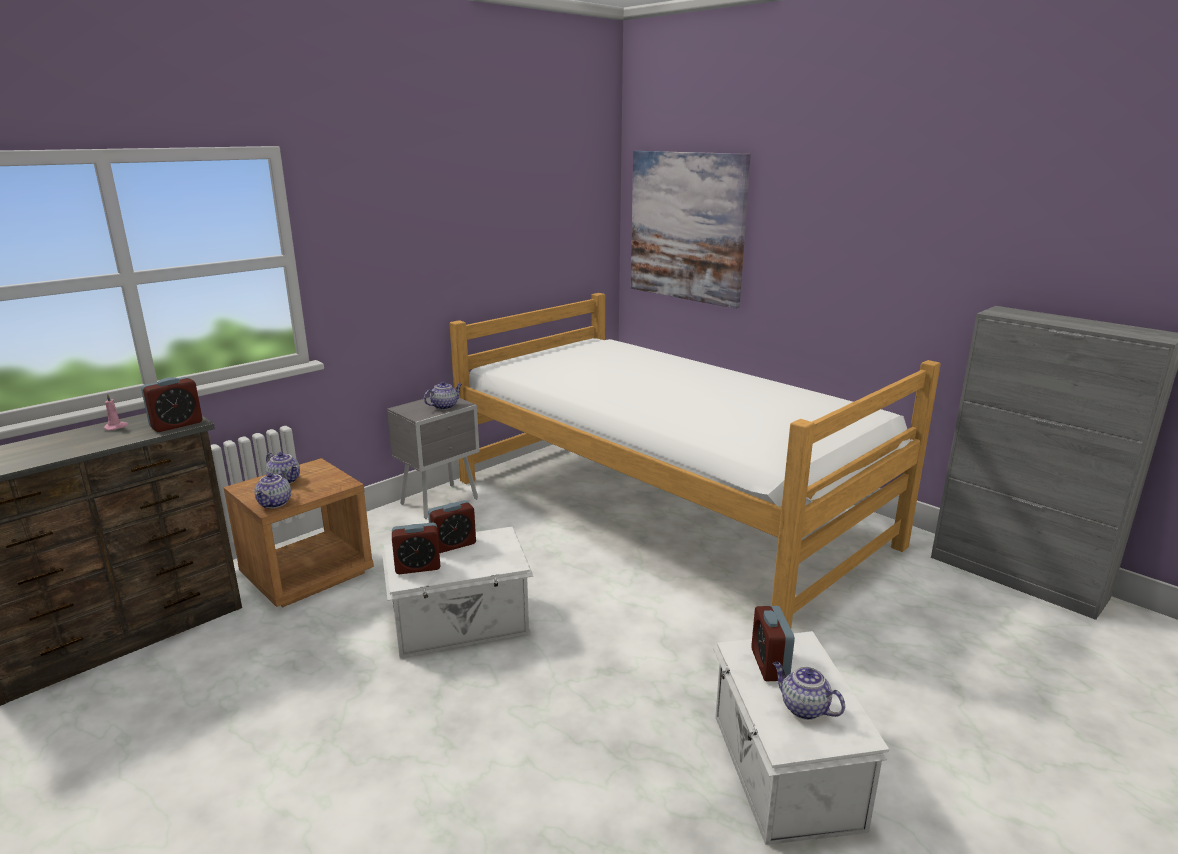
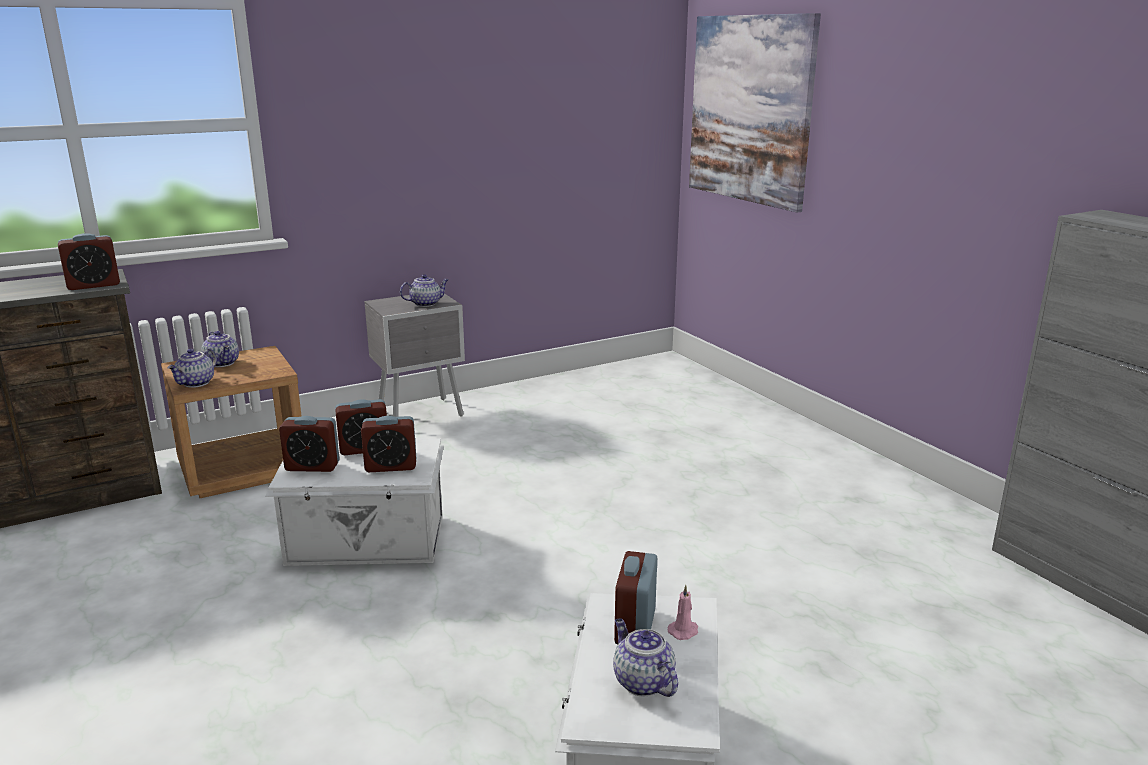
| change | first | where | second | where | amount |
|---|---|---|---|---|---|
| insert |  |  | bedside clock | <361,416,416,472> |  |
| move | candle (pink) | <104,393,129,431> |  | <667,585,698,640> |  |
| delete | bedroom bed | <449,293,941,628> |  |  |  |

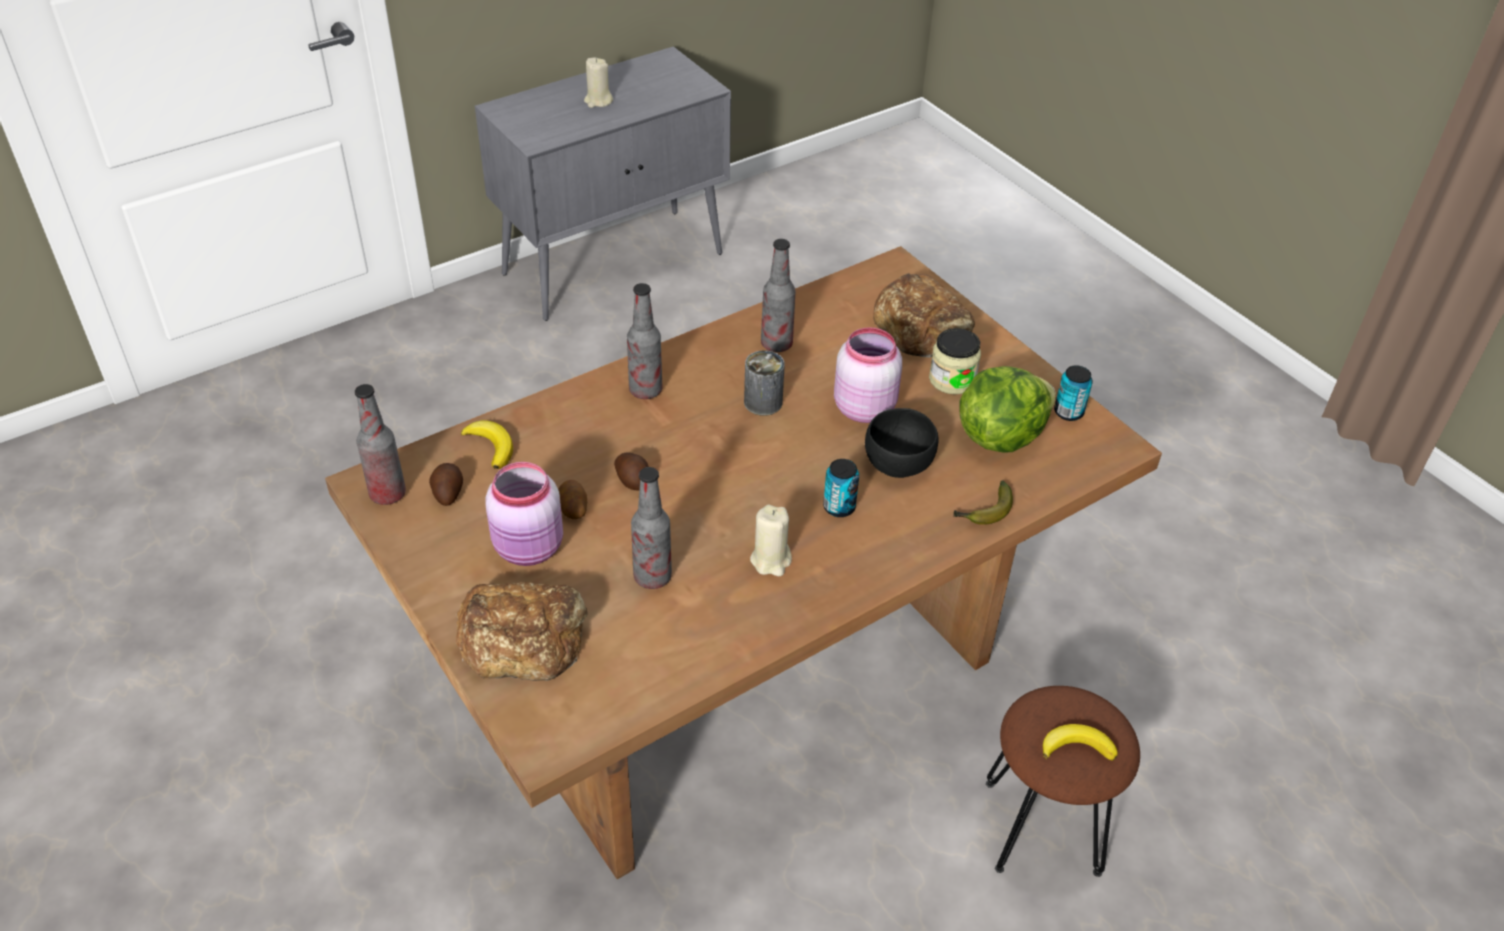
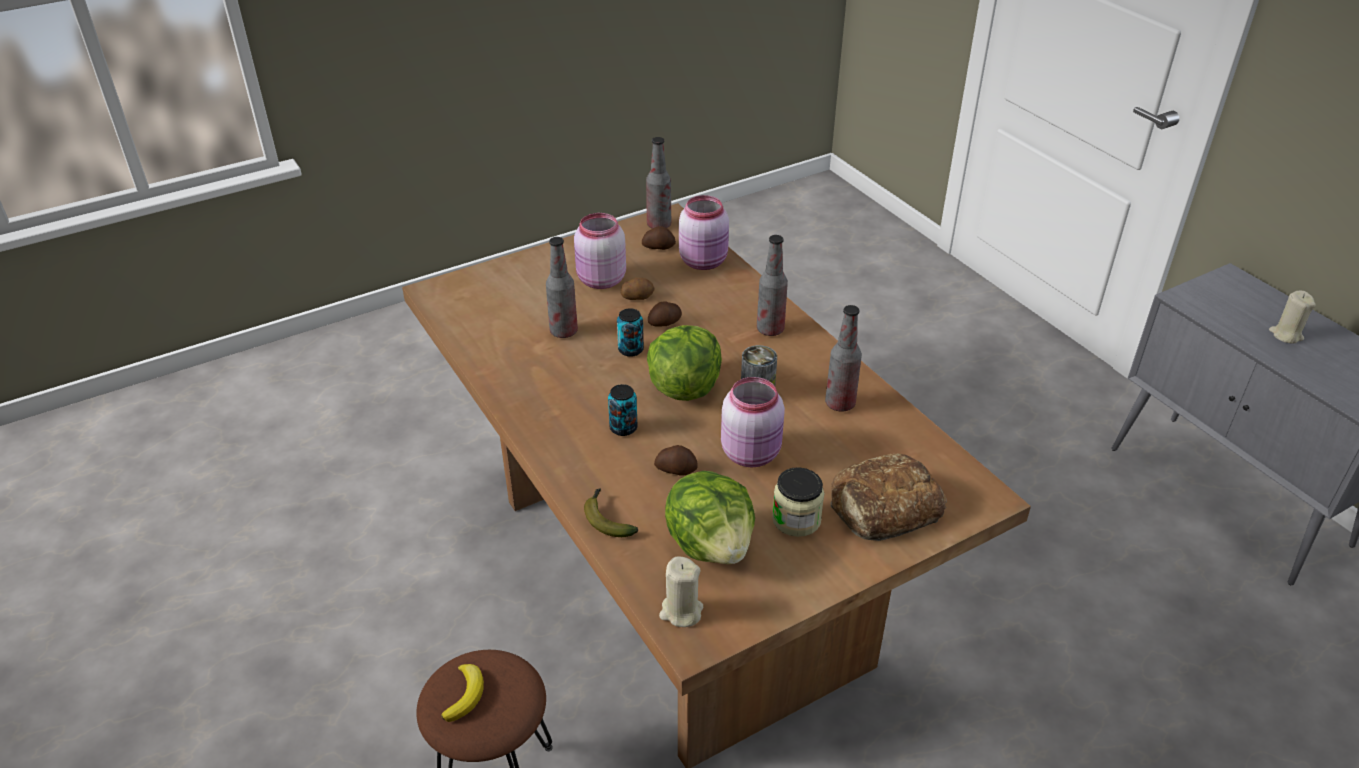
| change | first | where | second | where | amount |
|---|---|---|---|---|---|
| move | sealed can | <1054,365,1093,421> |  | <617,308,644,357> |  |
| insert |  |  | head of lettuce | <647,325,722,401> |  |
| replace | deep dish (black-coloured) | <865,408,938,478> | whole potato | <654,445,698,476> |  |
| move | candle (sand-coloured) | <750,505,792,576> |  | <659,556,703,627> |  |
| replace | banana fruit | <461,420,513,469> | jar (pink) | <679,195,729,270> |  |
| delete | bakery bread | <456,582,588,681> |  |  |  |

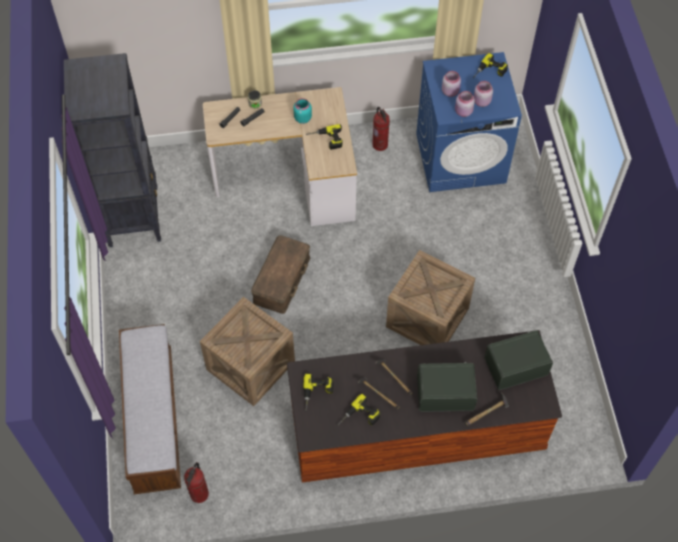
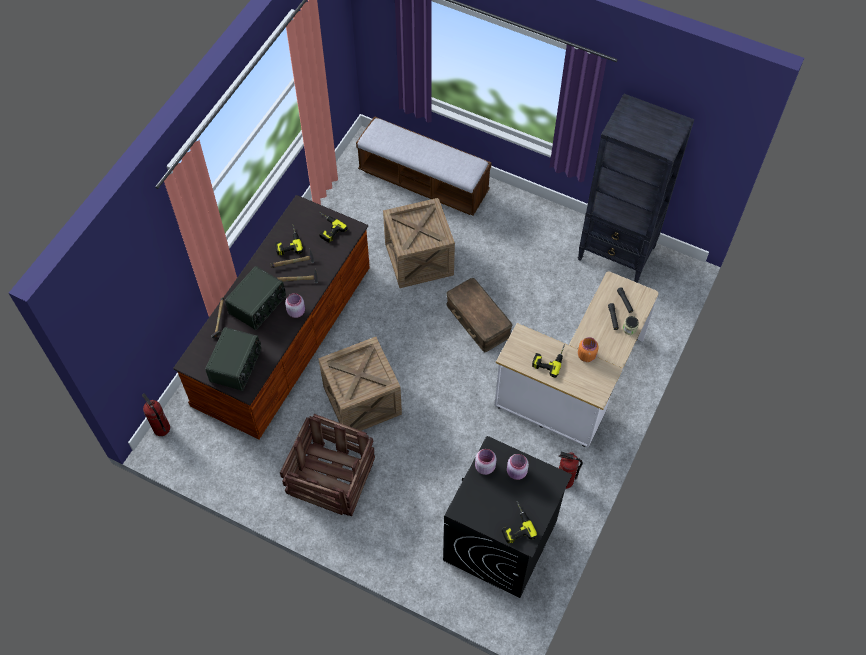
| change | first | where | second | where | amount |
|---|---|---|---|---|---|
| move | extinguisher | <184,462,209,503> |  | <142,393,170,436> |  |
| insert |  |  | shipping crate | <280,414,375,516> |  |
| move | jar (pink) | <474,81,493,107> |  | <285,293,305,318> |  |
| recolor | laundry machine (bluish) | <416,52,522,192> | laundry machine (black-coloured) | <443,436,572,598> |  |
| recolor | jar (turquoise-coloured) | <293,98,312,124> | jar (orangey) | <578,337,599,362> |  |

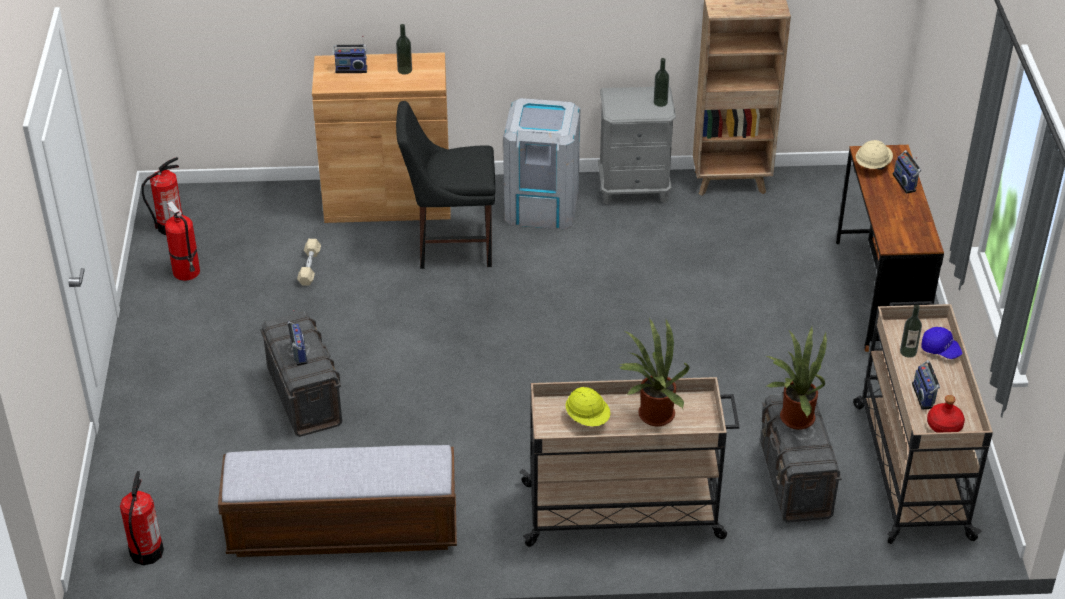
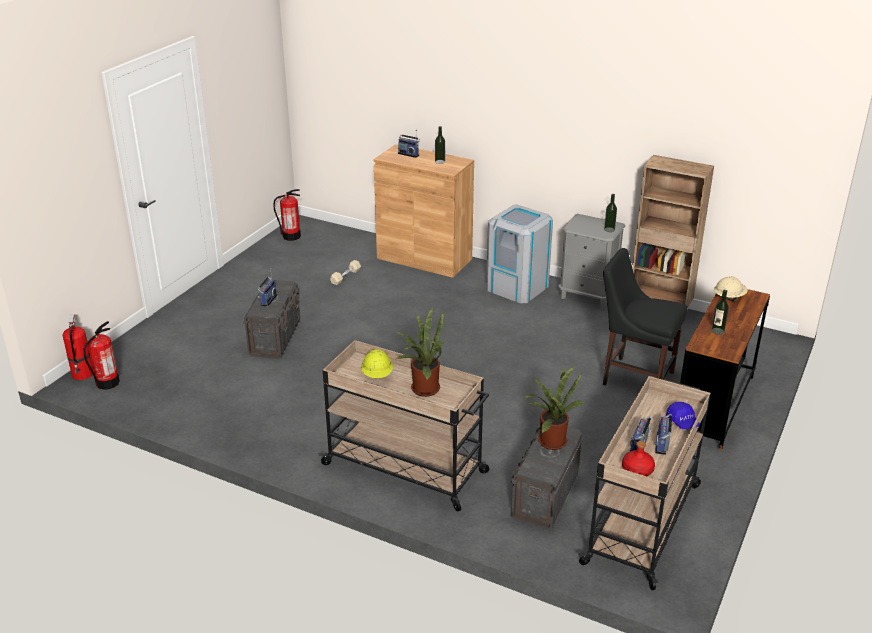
| change | first | where | second | where | amount |
|---|---|---|---|---|---|
| move | extinguisher | <165,201,200,281> |  | <62,314,94,380> |  |
| move | chair (black-coloured) | <396,101,496,269> |  | <603,248,688,386> |  |
| move | radio set | <893,150,921,194> |  | <655,413,673,455> |  |
| move | beverage bottle | <900,305,922,358> |  | <712,290,729,335> |  |
| delete | long seat | <218,445,457,557> |  |  |  |

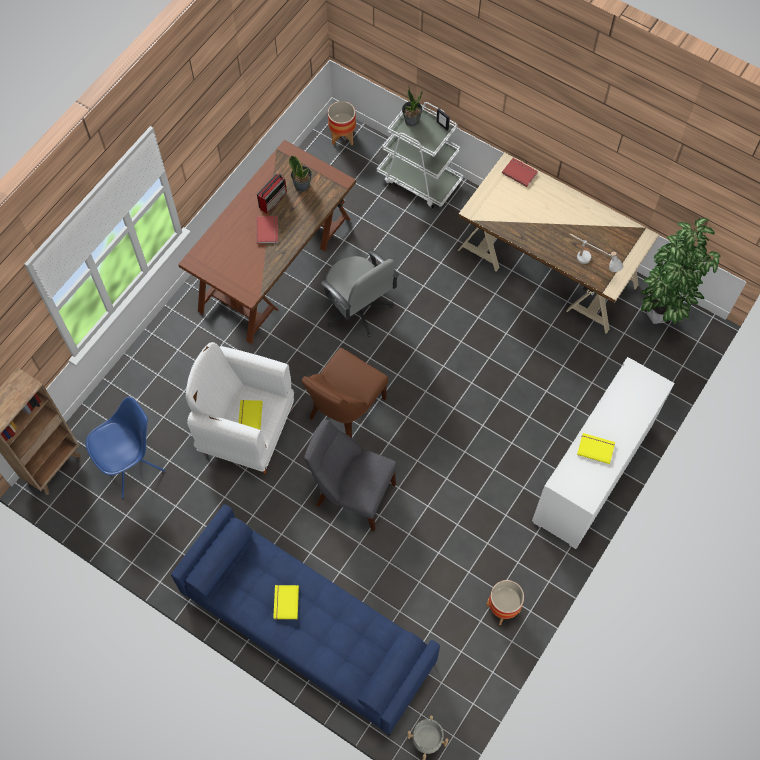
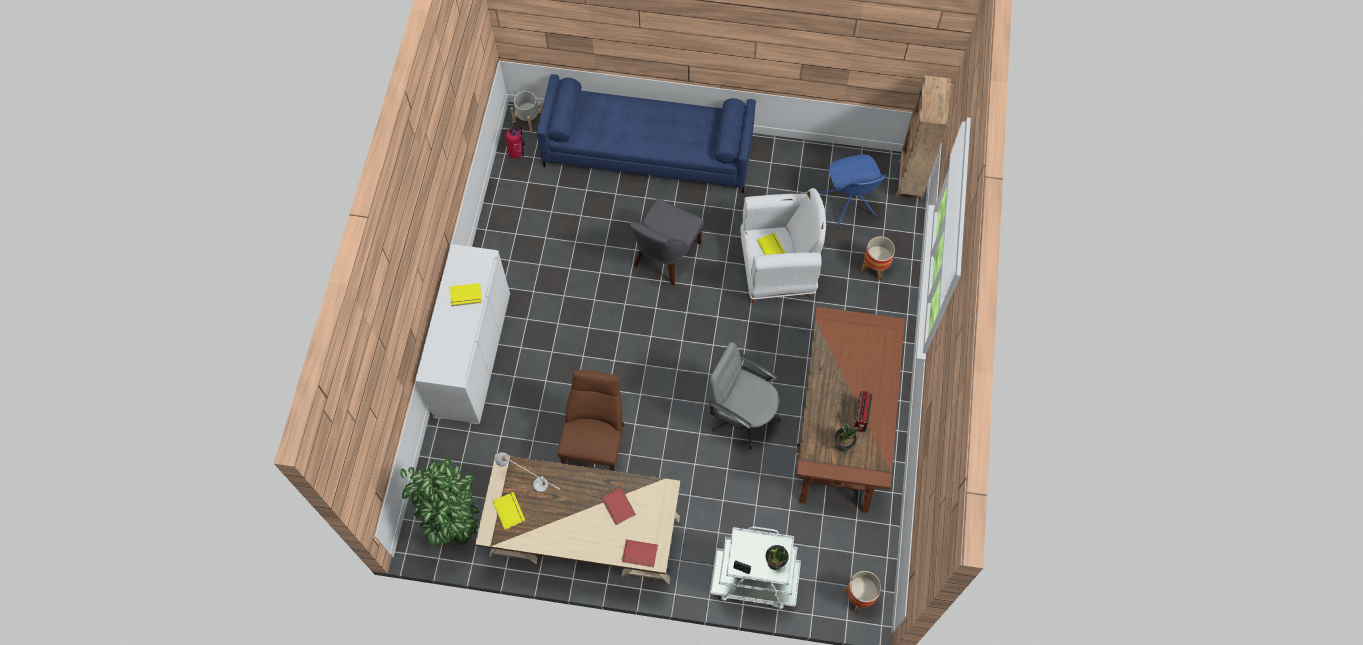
| change | first | where | second | where | amount |
|---|---|---|---|---|---|
| move | volume (yellowish) | <273,585,299,619> |  | <493,492,525,530> |  |
| insert |  |  | extinguisher | <506,123,525,158> |  |
| move | chair (brown) | <302,348,388,438> |  | <558,370,625,471> |  |
| move | volume (red-coloured) | <256,216,278,244> |  | <601,487,636,525> |  |
| rotate | chair (grey) | <304,419,397,531> |  | <630,198,704,286> | 120 degrees clockwise |
| rotate | chair (bluish) | <85,397,165,498> |  | <823,155,886,228> | 45 degrees counterclockwise |
| move | plant pot | <486,580,524,625> |  | <862,236,895,280> |  |

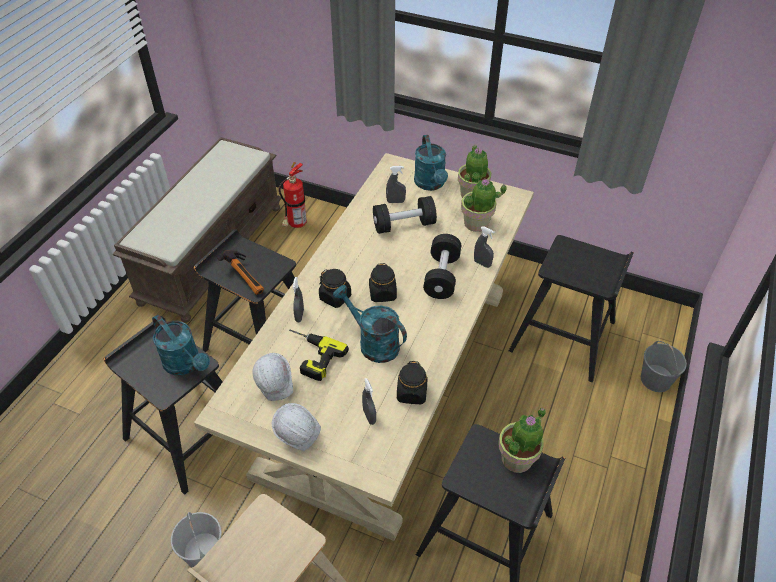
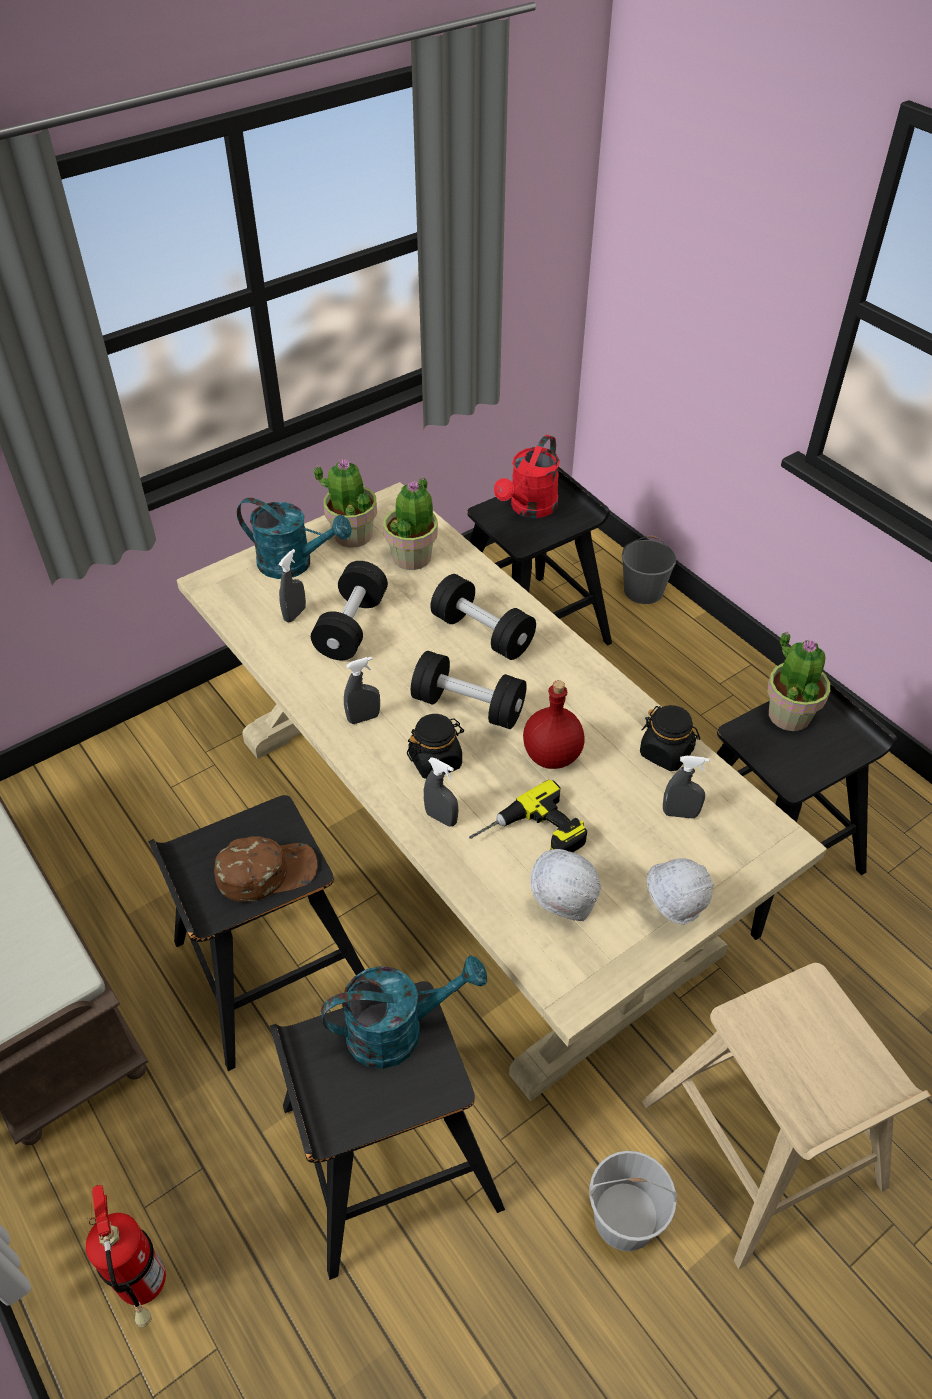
| change | first | where | second | where | amount |
|---|---|---|---|---|---|
| move | extinguisher | <279,162,307,228> |  | <86,1185,166,1327> |  |
| replace | hand hammer | <216,250,264,295> | baseball cap (brown) | <214,836,318,902> |  |
| move | hand sprayer (grey) | <474,226,495,268> |  | <344,657,380,724> |  |
| replace | jar (black-coloured) | <369,263,397,302> | dumbbell (black-coloured) | <411,651,527,729> |  |
| insert |  |  | watering can (red-coloured) | <494,435,560,518> |  |
| replace | watering can (turquoise-coloured) | <333,285,407,363> | beverage bottle (red-coloured) | <523,680,585,769> |  |

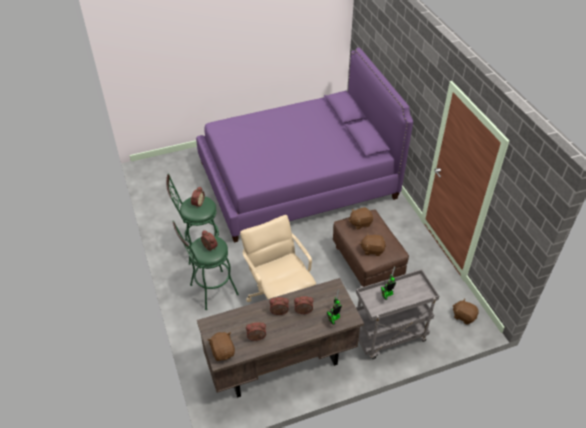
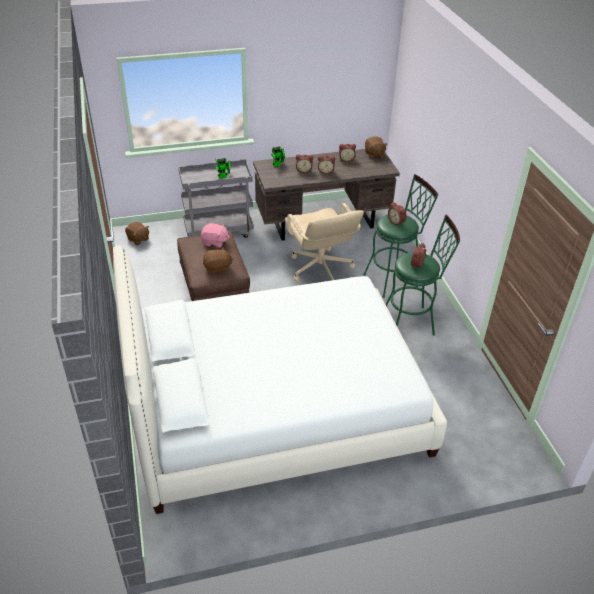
| change | first | where | second | where | amount |
|---|---|---|---|---|---|
| recolor | bedroom bed (purplish) | <196,48,413,242> | bedroom bed (white-coloured) | <113,245,447,514> |  |
| recolor | plush toy (brown) | <360,233,386,256> | plush toy (pink) | <201,223,230,248> |  |

